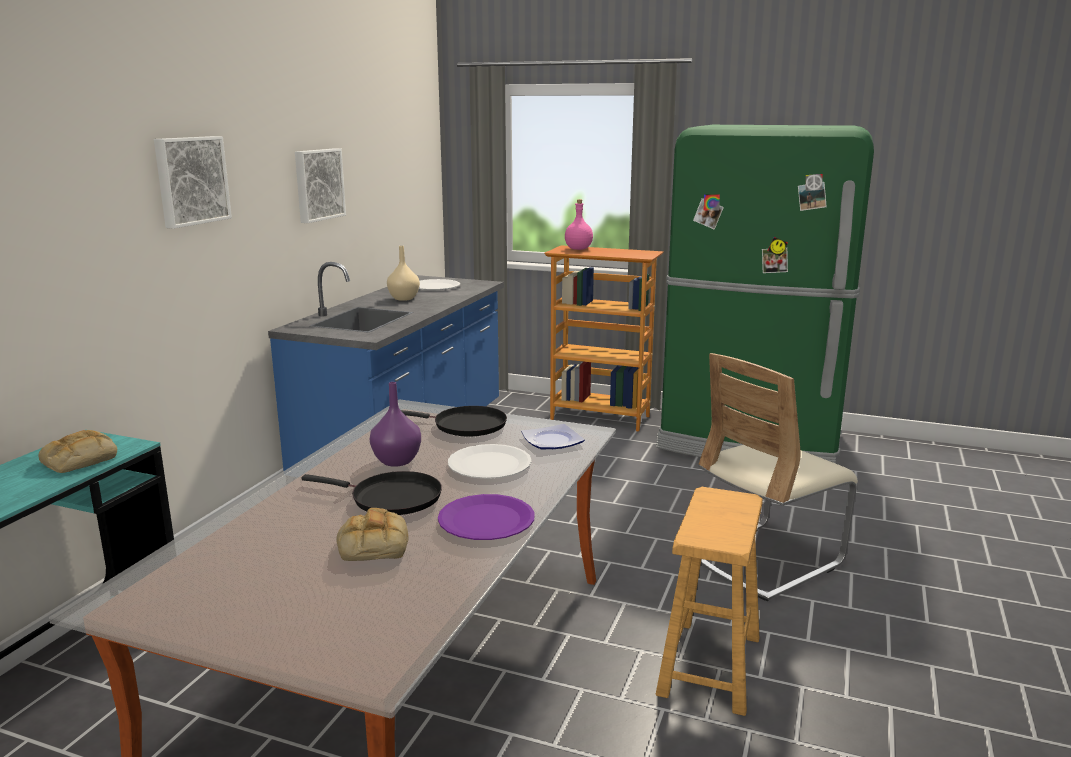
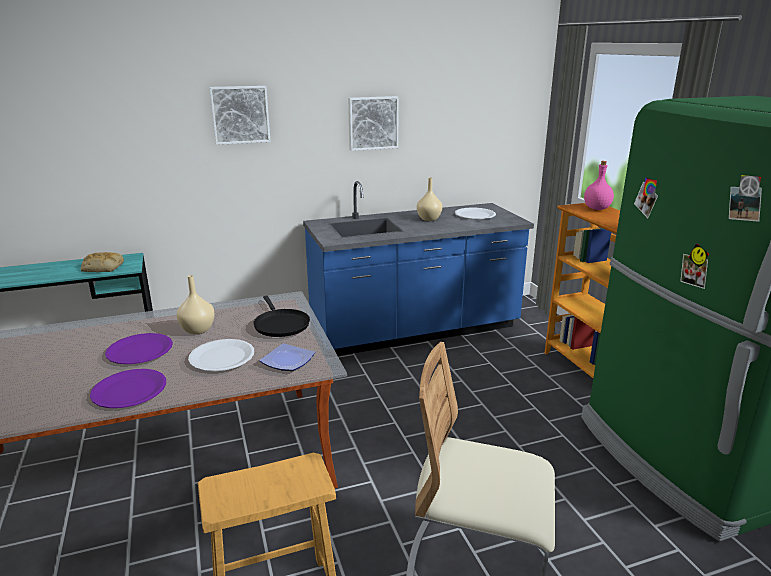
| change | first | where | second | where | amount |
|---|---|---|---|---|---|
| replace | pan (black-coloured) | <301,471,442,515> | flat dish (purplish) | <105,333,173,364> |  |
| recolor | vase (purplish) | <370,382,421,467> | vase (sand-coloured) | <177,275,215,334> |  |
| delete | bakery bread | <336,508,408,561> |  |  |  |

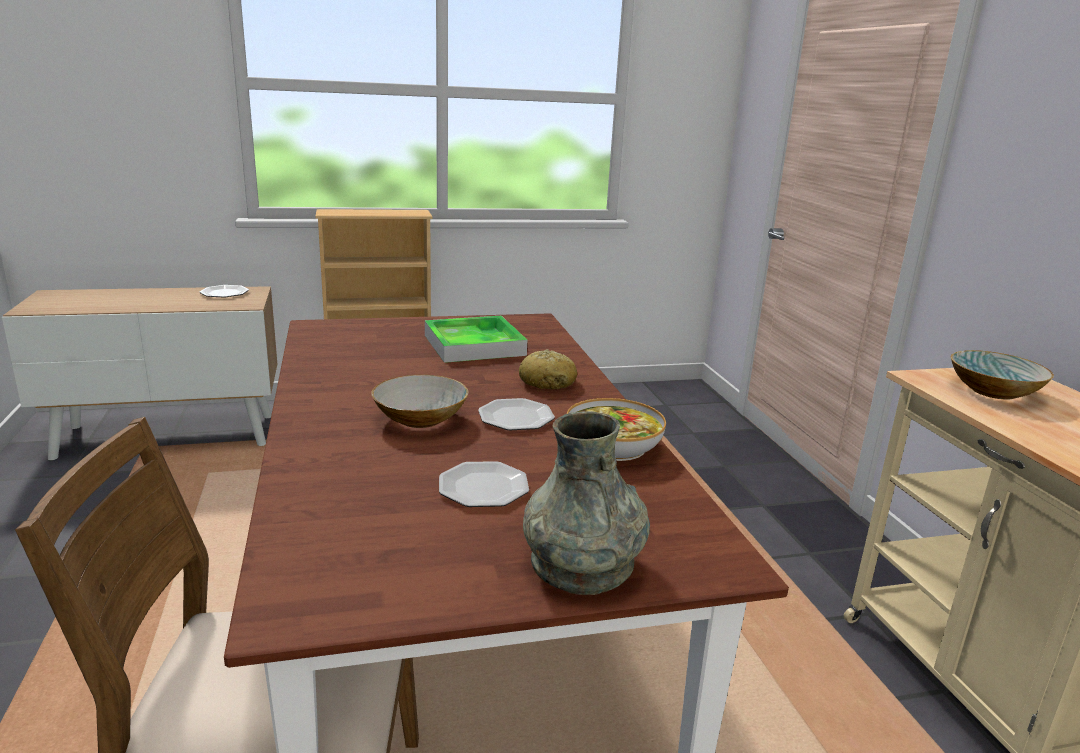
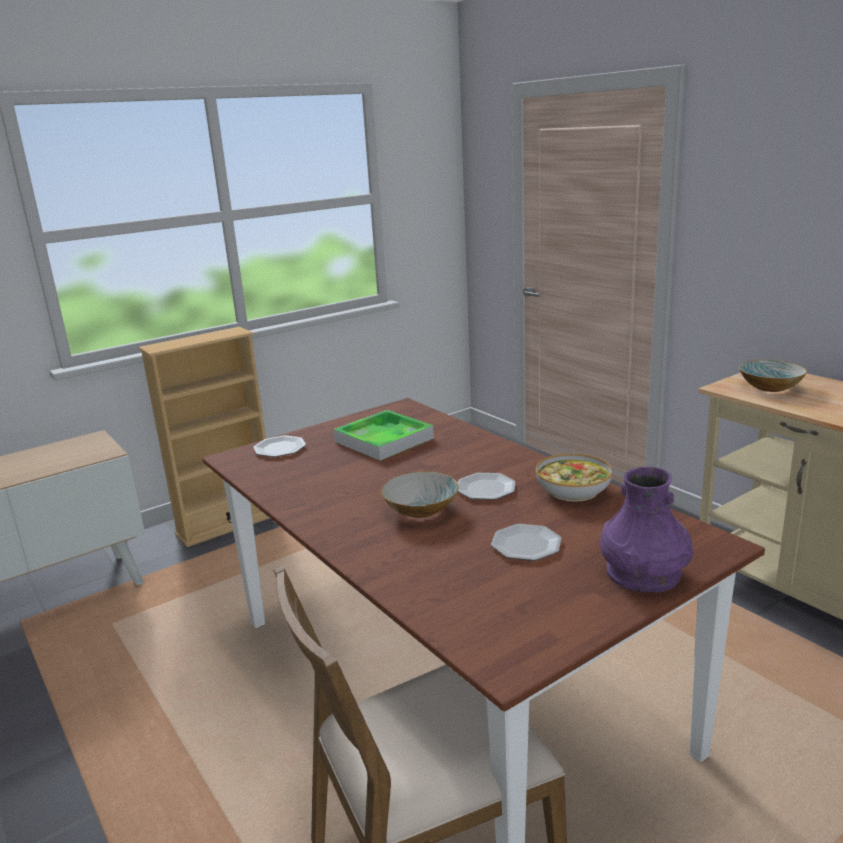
| change | first | where | second | where | amount |
|---|---|---|---|---|---|
| move | flat dish | <200,285,249,297> |  | <253,435,306,457> |  |
| recolor | vase (grey) | <523,411,650,595> | vase (purplish) | <600,466,693,593> |  |
| delete | bakery bread | <519,349,577,389> |  |  |  |

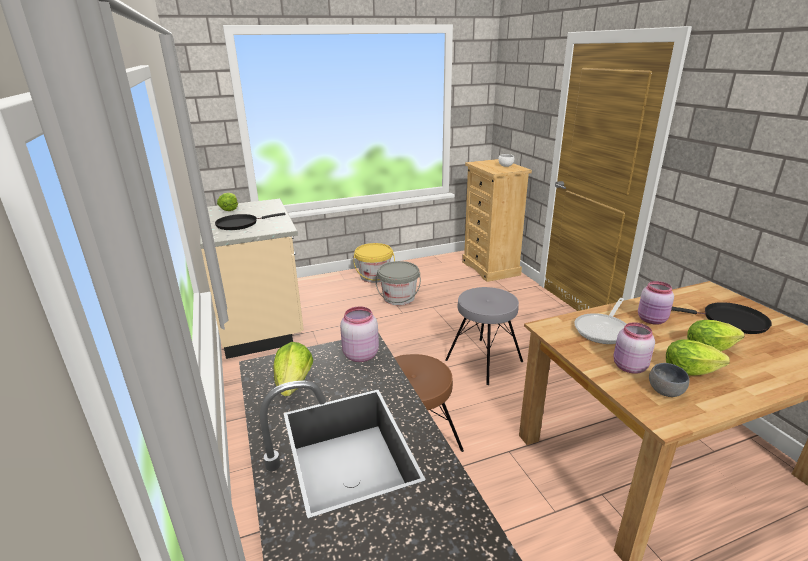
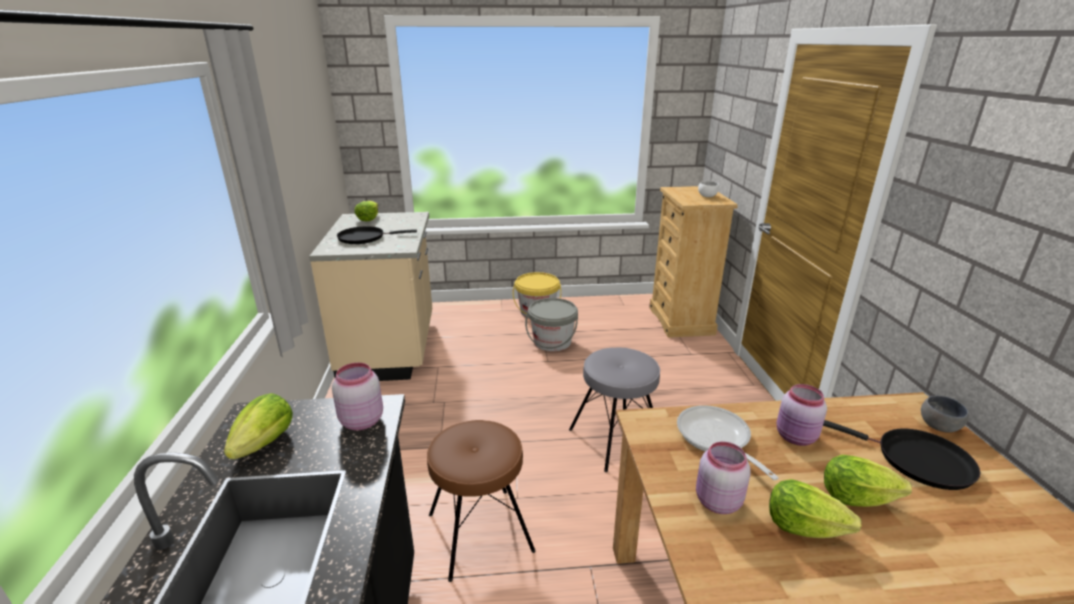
| change | first | where | second | where | amount |
|---|---|---|---|---|---|
| rotate | pan | <574,298,626,344> |  | <677,405,779,480> | 105 degrees clockwise |
| move | deep dish (grey) | <649,363,690,397> |  | <921,396,969,433> |  |

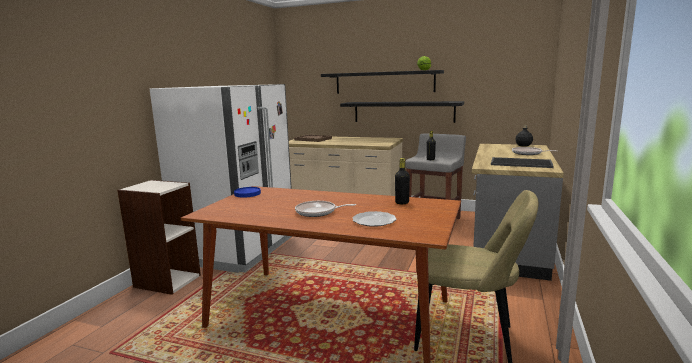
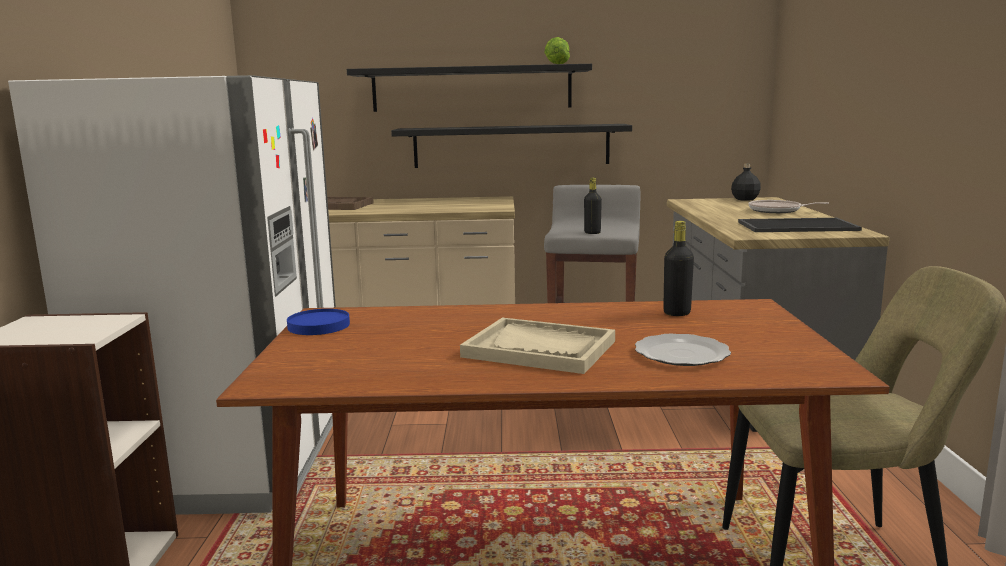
| change | first | where | second | where | amount |
|---|---|---|---|---|---|
| replace | pan | <295,201,356,217> | serving tray (sand-coloured) | <460,318,615,374> |  |

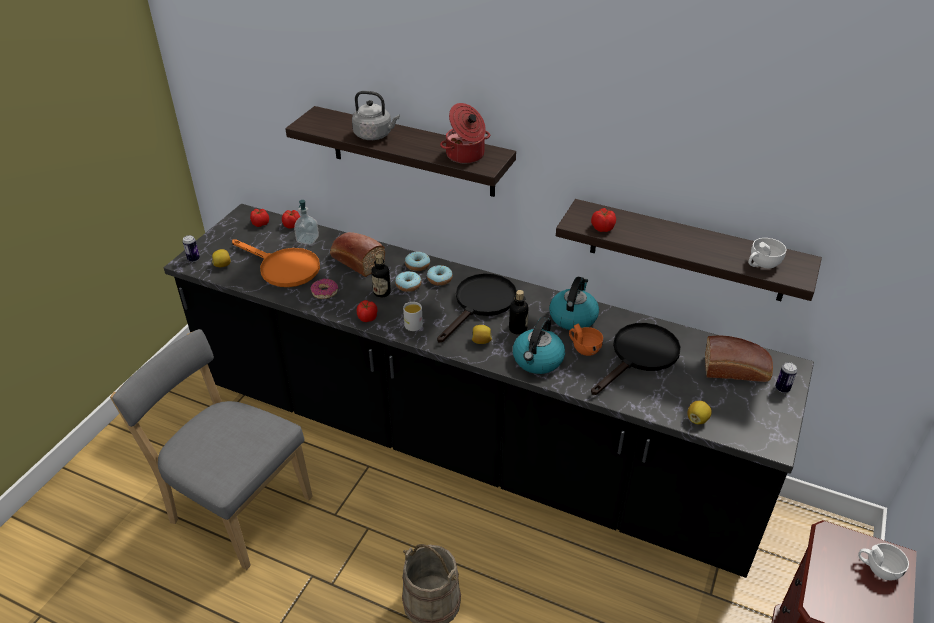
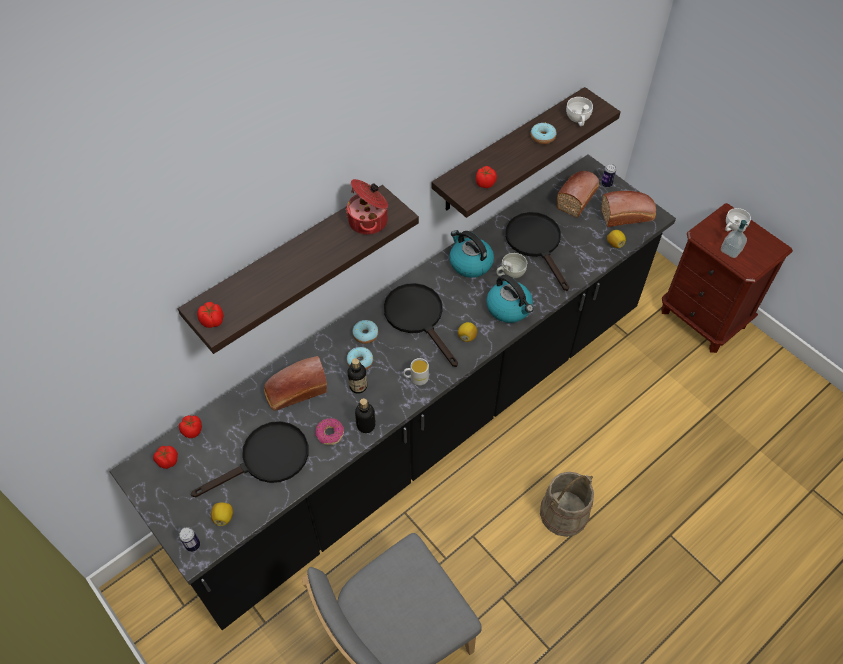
| change | first | where | second | where | amount |
|---|---|---|---|---|---|
| recolor | pan (orangey) | <232,240,320,287> | pan (black-coloured) | <191,421,309,497> |  |
| move | fresh tomato | <357,300,378,322> |  | <197,302,224,328> |  |
| move | beverage bottle | <509,290,529,335> |  | <355,398,376,433> |  |
| recolor | drinking cup (orangey) | <569,323,603,356> | drinking cup (white-coloured) | <496,253,527,278> |  |
| move | ring doughnut | <405,251,430,271> |  | <531,123,557,144> |  |
| insert |  |  | bakery bread | <601,191,656,227> |  |
| move | soap dispenser | <294,200,319,245> |  | <721,220,750,258> |  |
| delete | kettle (grey) | <352,91,400,140> |  |  |  |

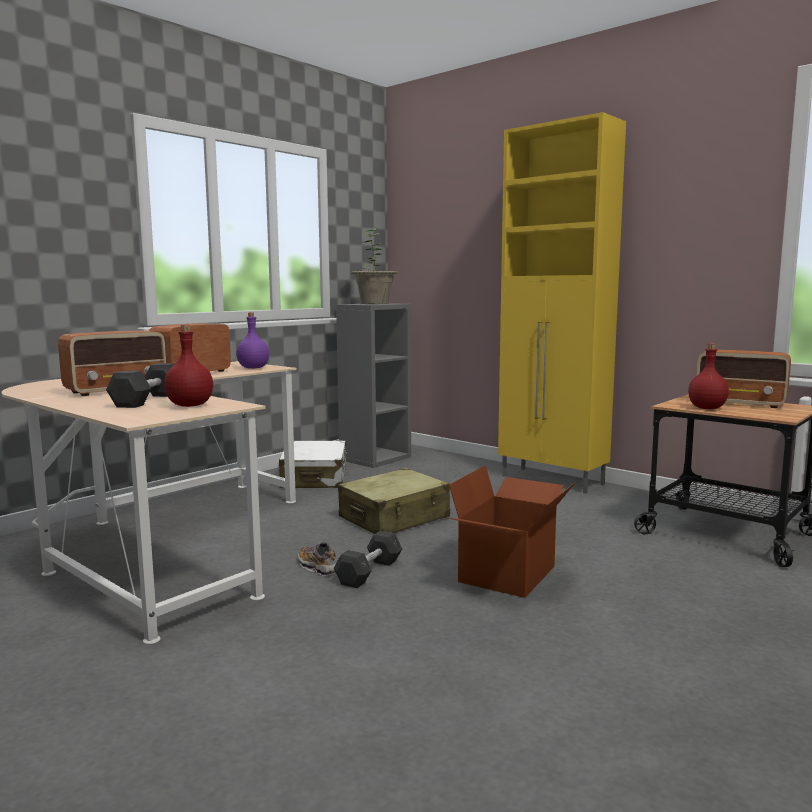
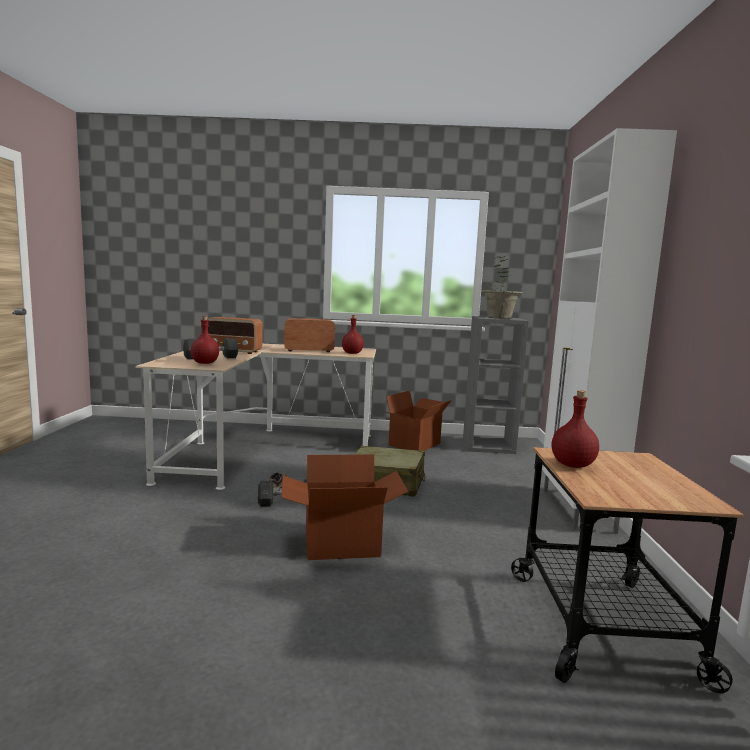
| change | first | where | second | where | amount |
|---|---|---|---|---|---|
| recolor | beverage bottle (purplish) | <236,313,269,369> | beverage bottle (red-coloured) | <342,315,364,354> |  |
| replace | piece of luggage (white-coloured) | <279,441,347,488> | cardboard box | <383,390,452,451> |  |
| recolor | cupboard (yellowish) | <498,112,626,494> | cupboard (white-coloured) | <542,128,677,534> |  |
| delete | radio set | <696,350,791,408> |  |  |  |

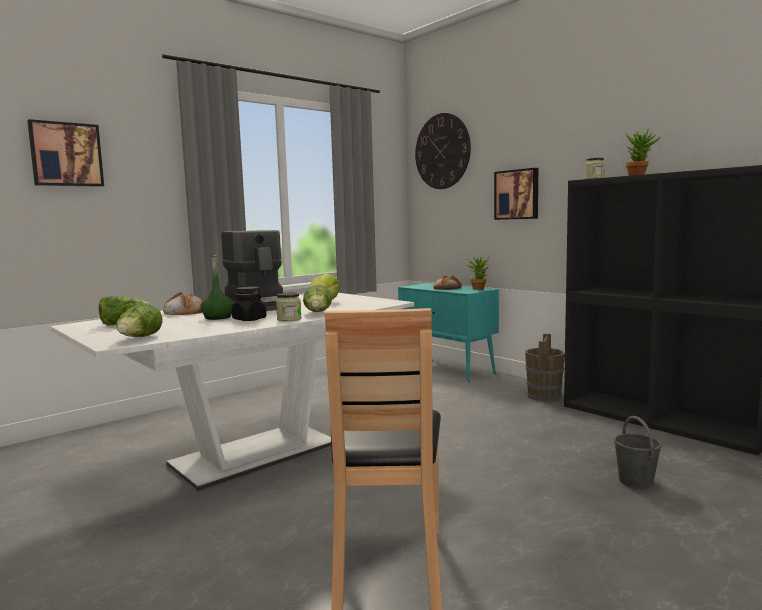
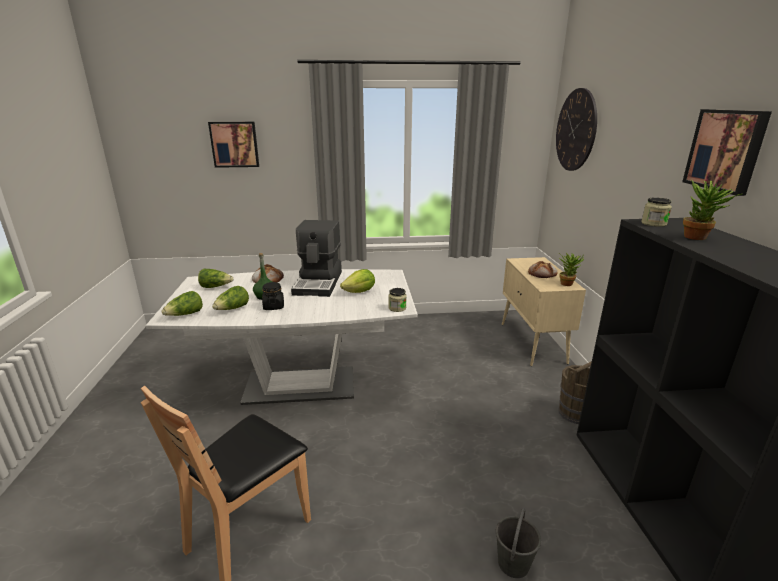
| change | first | where | second | where | amount |
|---|---|---|---|---|---|
| move | head of lettuce | <303,285,332,312> |  | <212,286,249,310> |  |
| move | jar | <276,292,301,322> |  | <388,288,407,312> |  |
| recolor | cupboard (turquoise-coloured) | <398,283,499,382> | cupboard (sand-coloured) | <502,257,586,366> |  |
| move | picture | <494,168,538,220> |  | <682,109,772,196> |  |

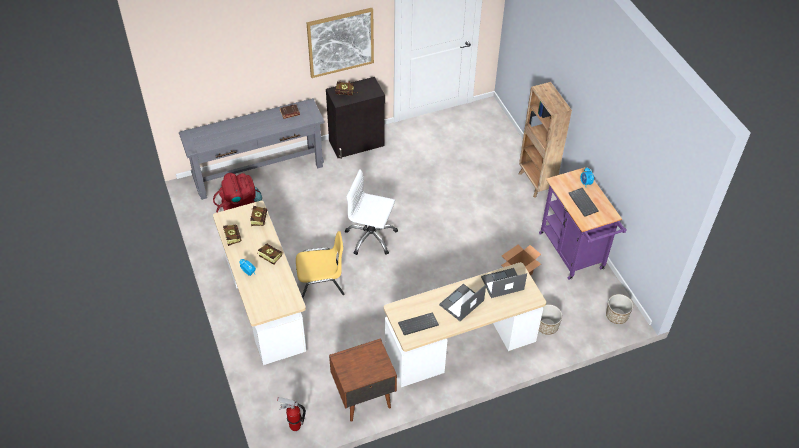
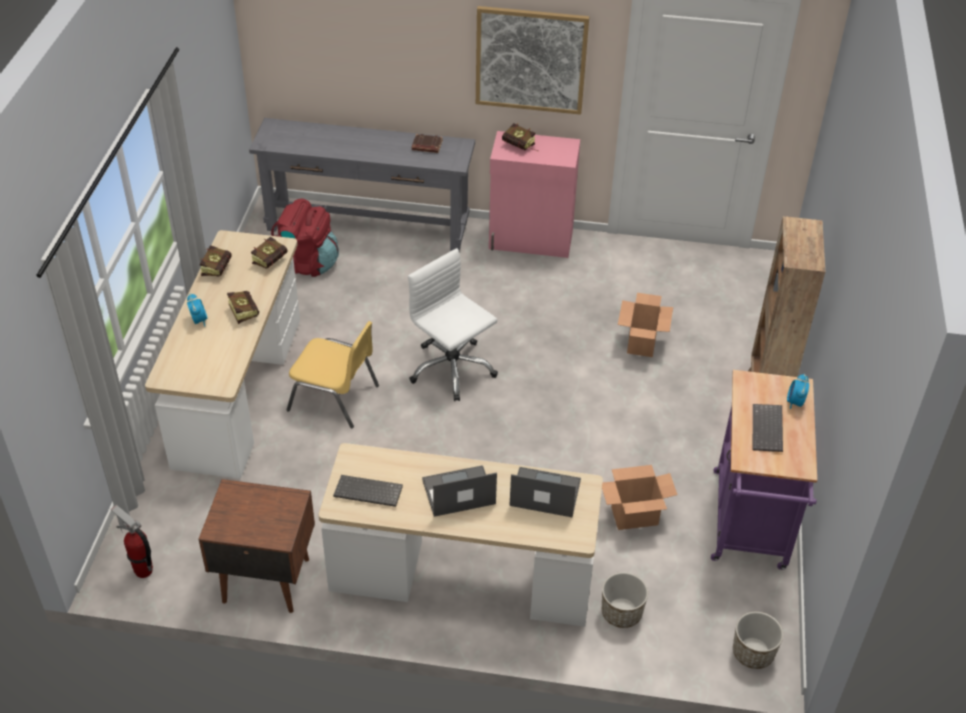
| change | first | where | second | where | amount |
|---|---|---|---|---|---|
| recolor | cupboard (black-coloured) | <326,77,385,159> | cupboard (pink) | <489,131,580,258> |  |
| insert |  |  | cardboard box | <618,293,673,357> |  |

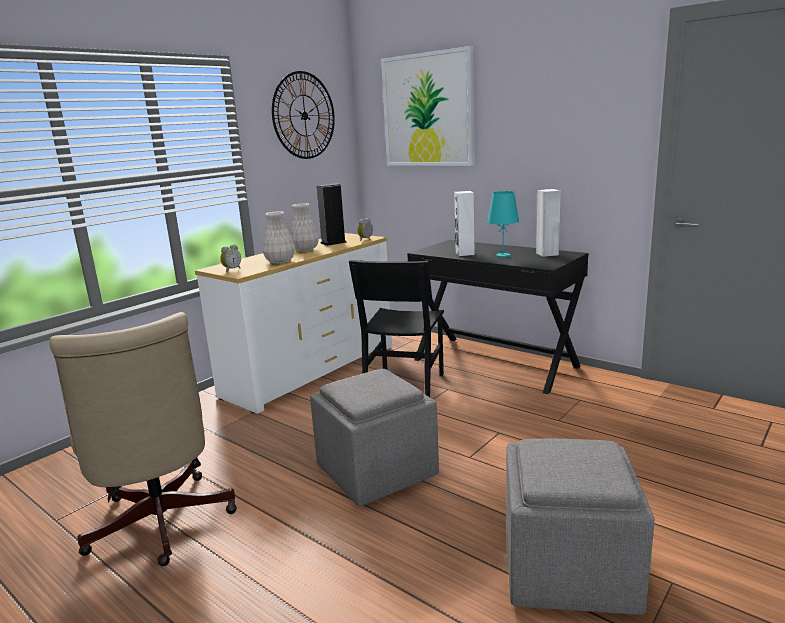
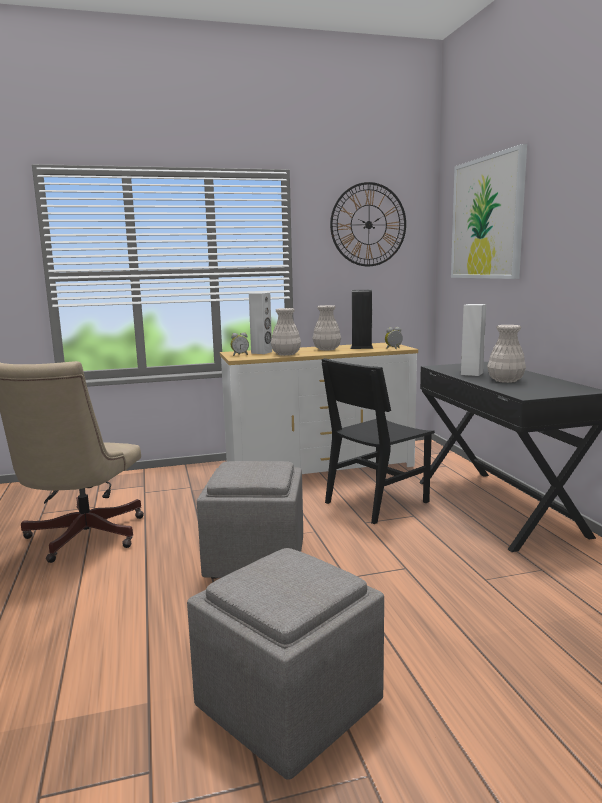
| change | first | where | second | where | amount |
|---|---|---|---|---|---|
| move | audio speaker (white-coloured) | <536,189,561,257> |  | <249,293,272,354> |  |
| replace | table lamp (turquoise-coloured) | <487,191,519,257> | vase (white-coloured) | <487,325,526,383> |  |

